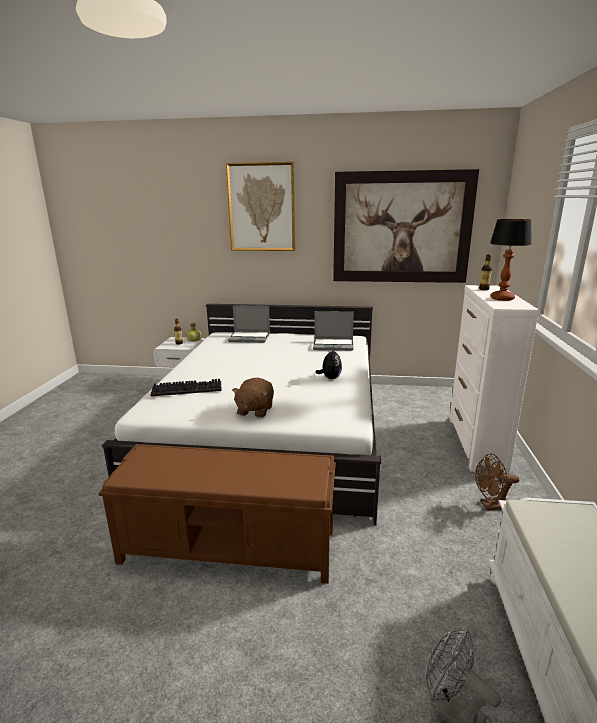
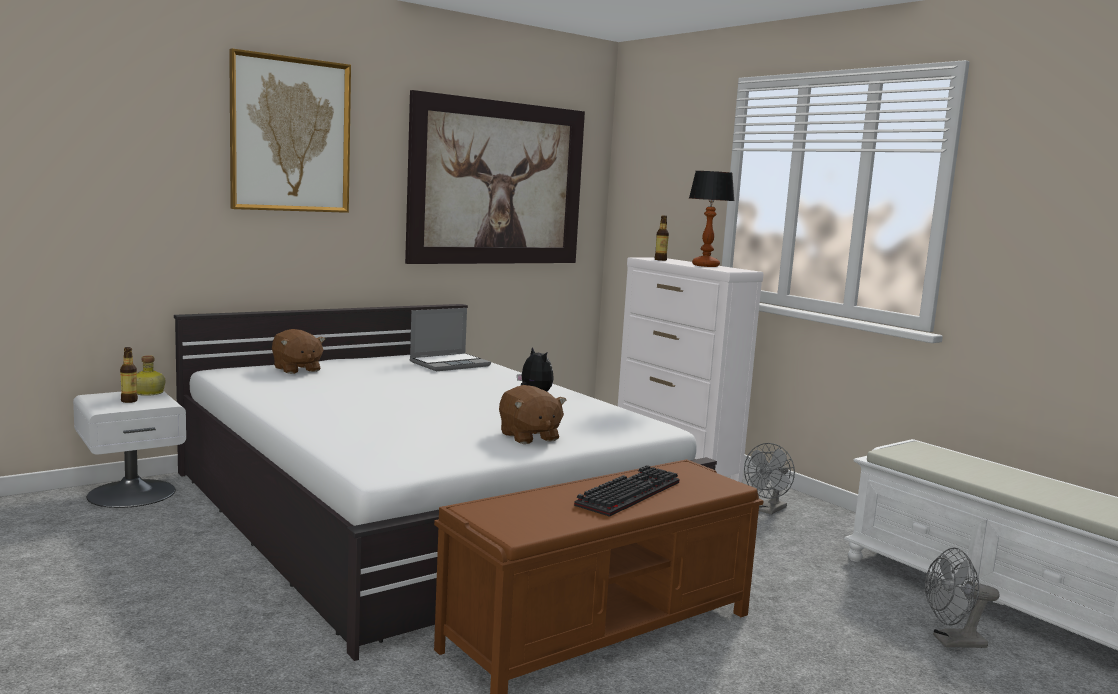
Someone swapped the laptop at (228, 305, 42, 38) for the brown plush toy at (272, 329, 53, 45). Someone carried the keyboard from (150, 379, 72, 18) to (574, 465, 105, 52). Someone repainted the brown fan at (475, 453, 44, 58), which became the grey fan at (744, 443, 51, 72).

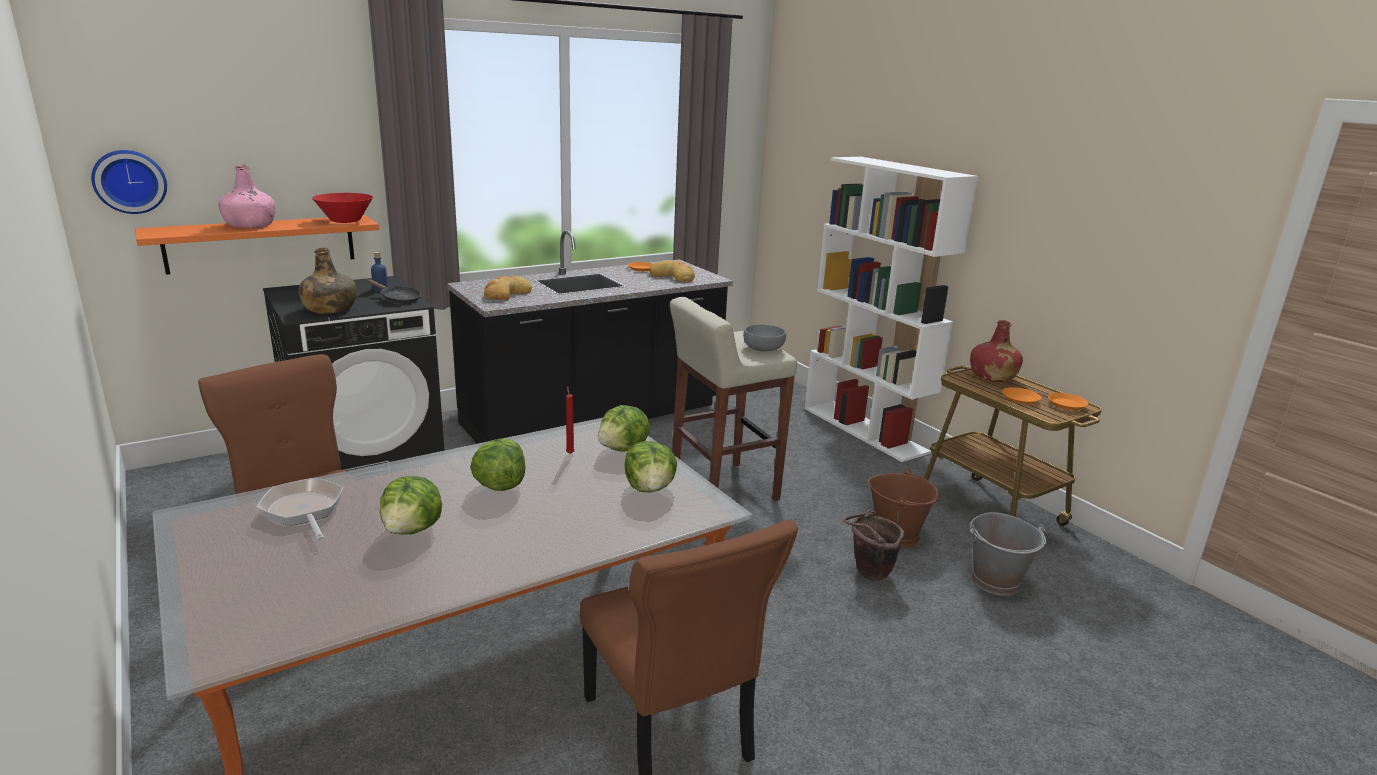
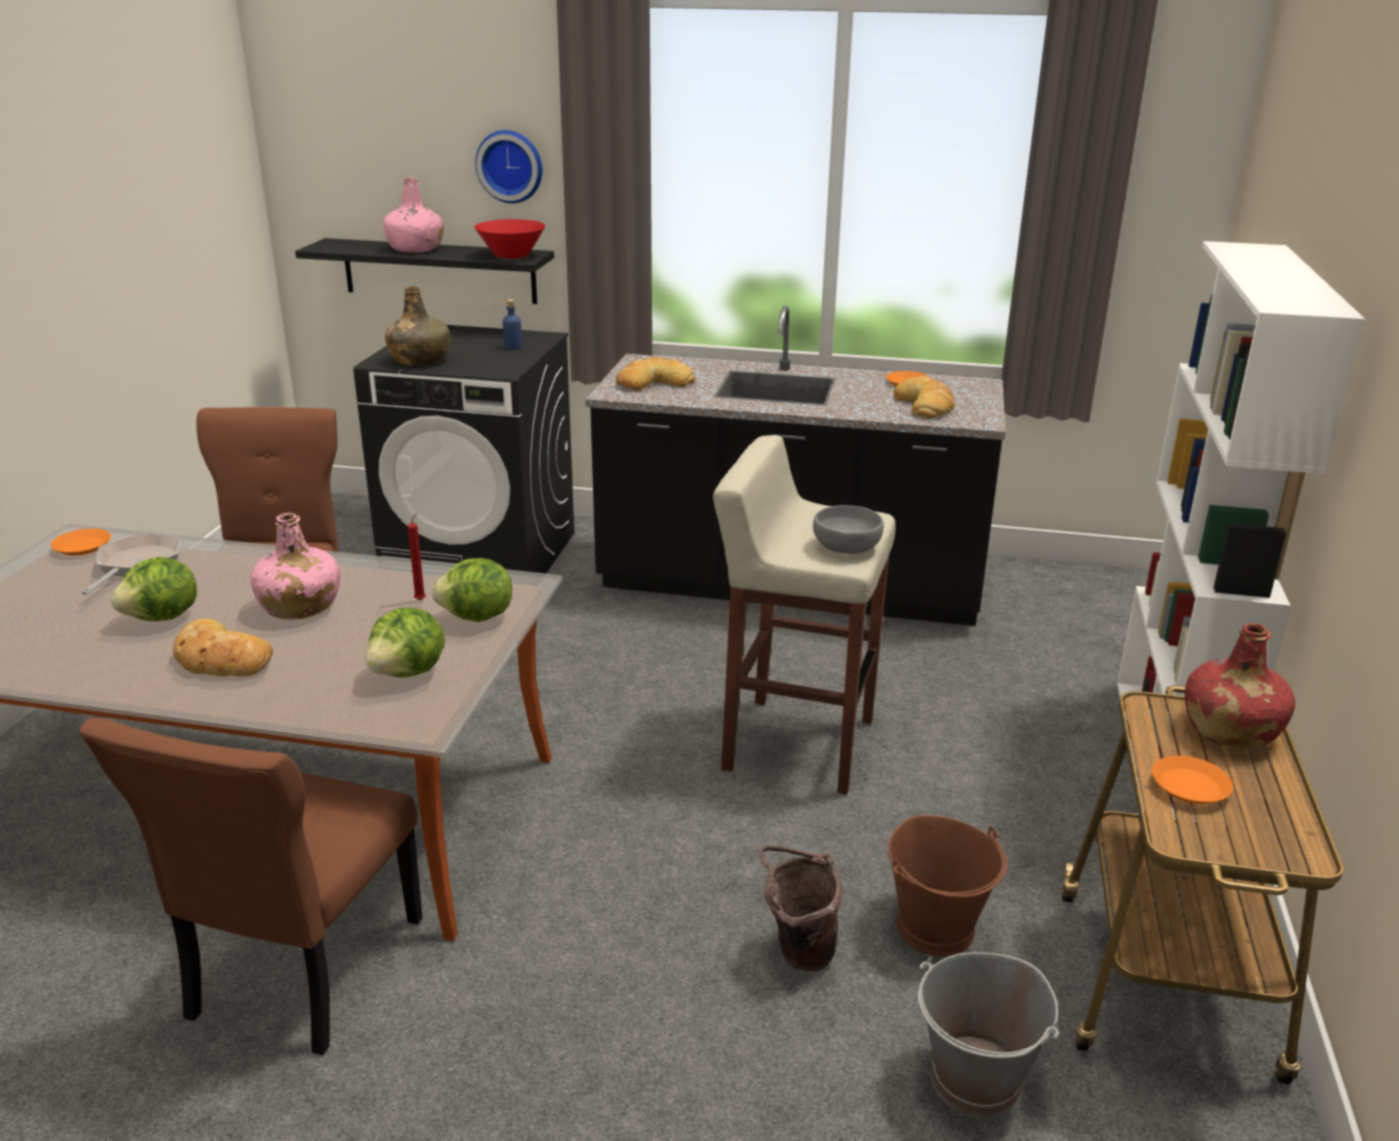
Someone carried the orange plate from (1048, 393, 40, 17) to (51, 529, 60, 27). Someone put down the bread at (173, 619, 100, 58). Someone swapped the lettuce at (470, 439, 56, 52) for the pink bottle at (251, 513, 89, 107). Someone repainted the orange shelf at (135, 215, 244, 60), which became the black shelf at (295, 238, 259, 66). Someone carried the wall clock from (91, 150, 76, 64) to (475, 130, 67, 73). Someone took away the black frying pan at (366, 279, 55, 25).

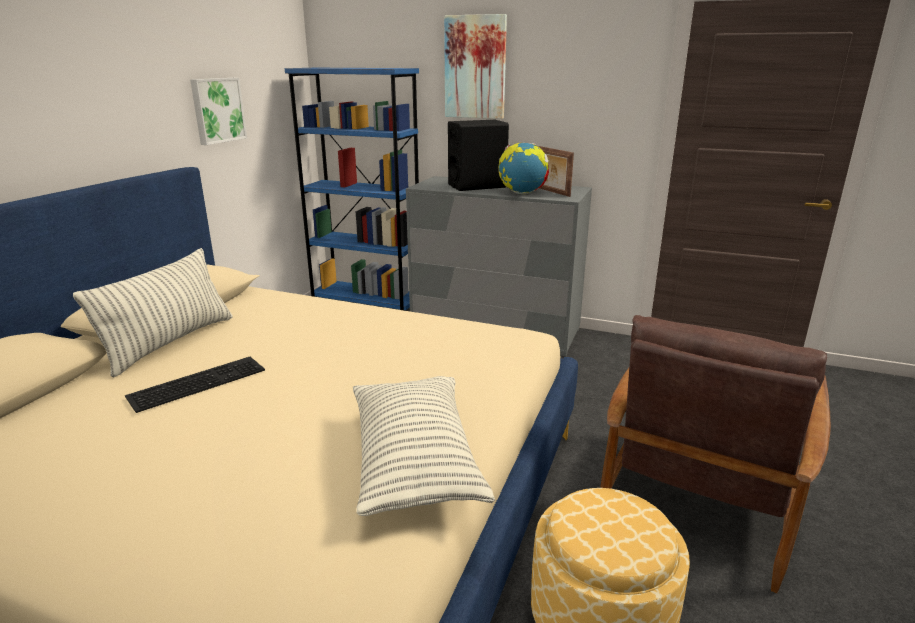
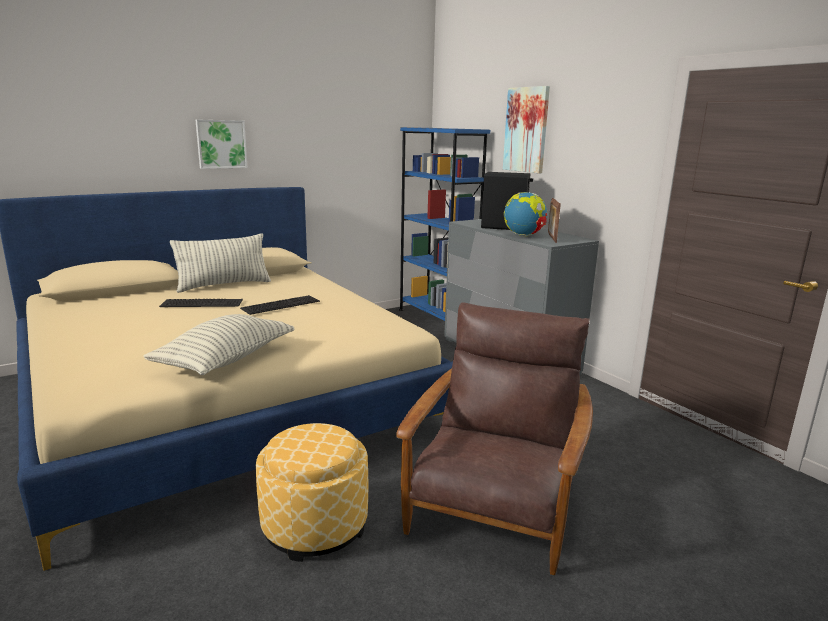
Someone carried the picture from (190, 78, 57, 67) to (195, 119, 52, 50). Someone put down the keyboard at (240, 295, 80, 20). Someone rotated the brown armchair at (600, 315, 231, 278) by 135 degrees clockwise.

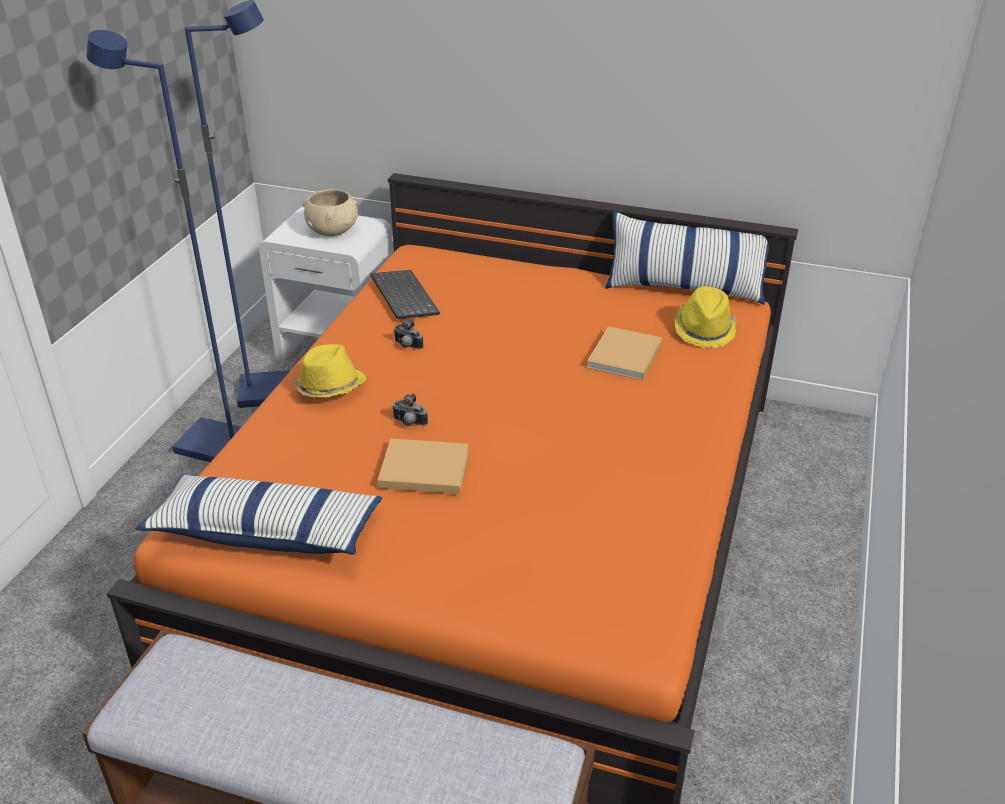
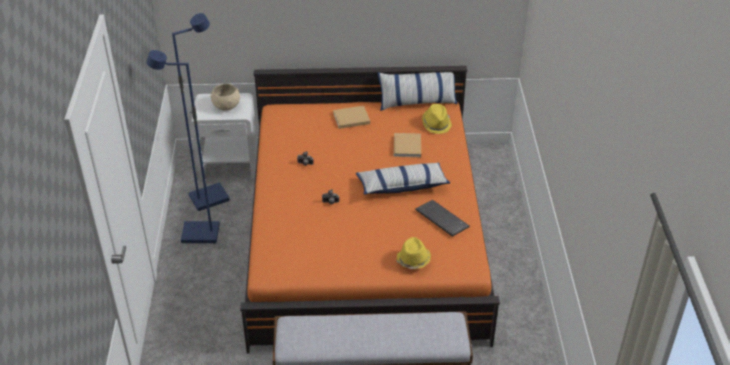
Someone carried the beige book from (377, 439, 92, 55) to (333, 106, 37, 23). Someone carried the pillow from (135, 474, 247, 81) to (356, 163, 94, 32). Someone carried the yellow hat from (293, 344, 73, 53) to (396, 237, 35, 32). Someone carried the keyboard from (370, 270, 70, 49) to (415, 200, 55, 37).

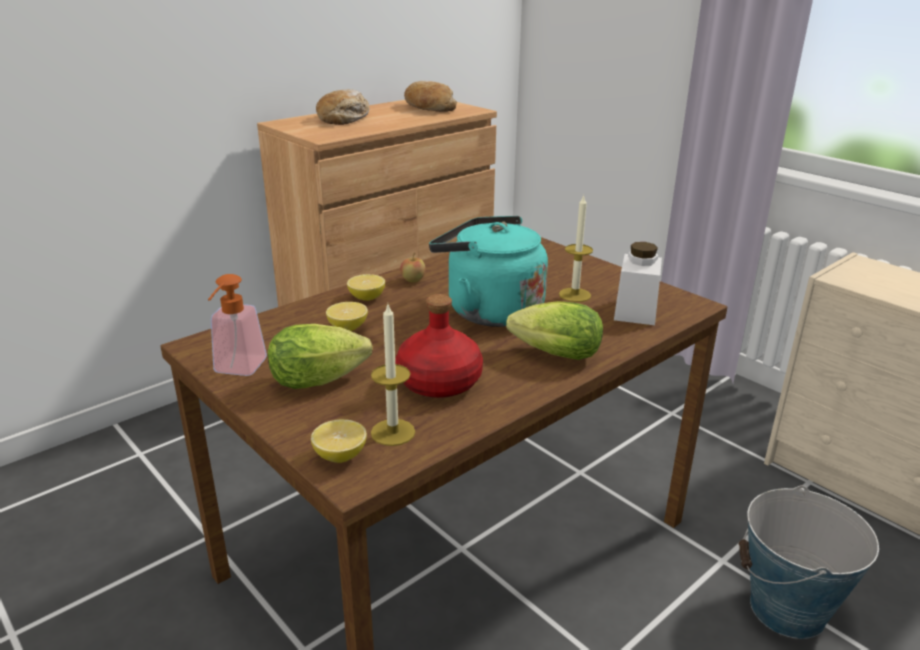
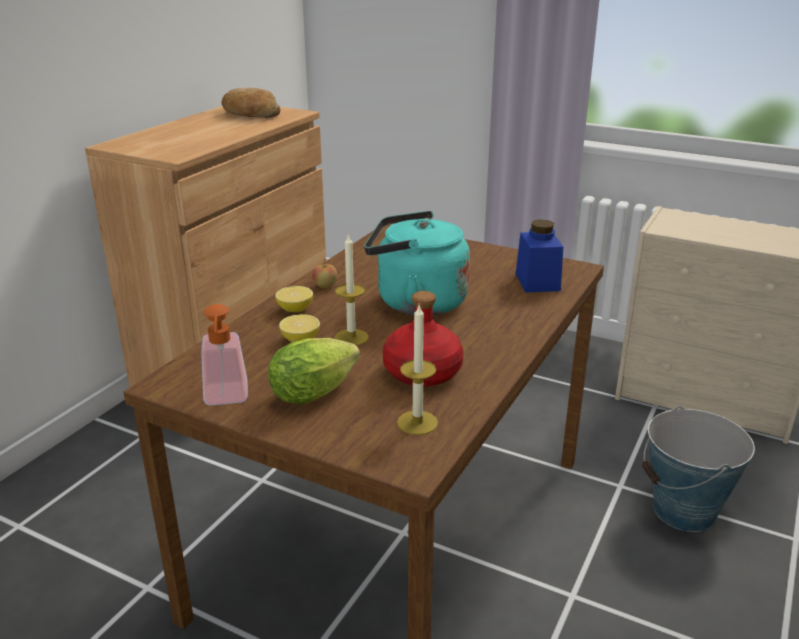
Someone carried the candle from (559, 195, 34, 107) to (335, 233, 34, 113). Someone repainted the white jar at (614, 242, 48, 83), which became the blue jar at (516, 219, 47, 74). Someone took away the lemon at (311, 419, 56, 44). Someone took away the bread at (316, 89, 54, 36). Someone took away the lettuce at (506, 301, 97, 59).

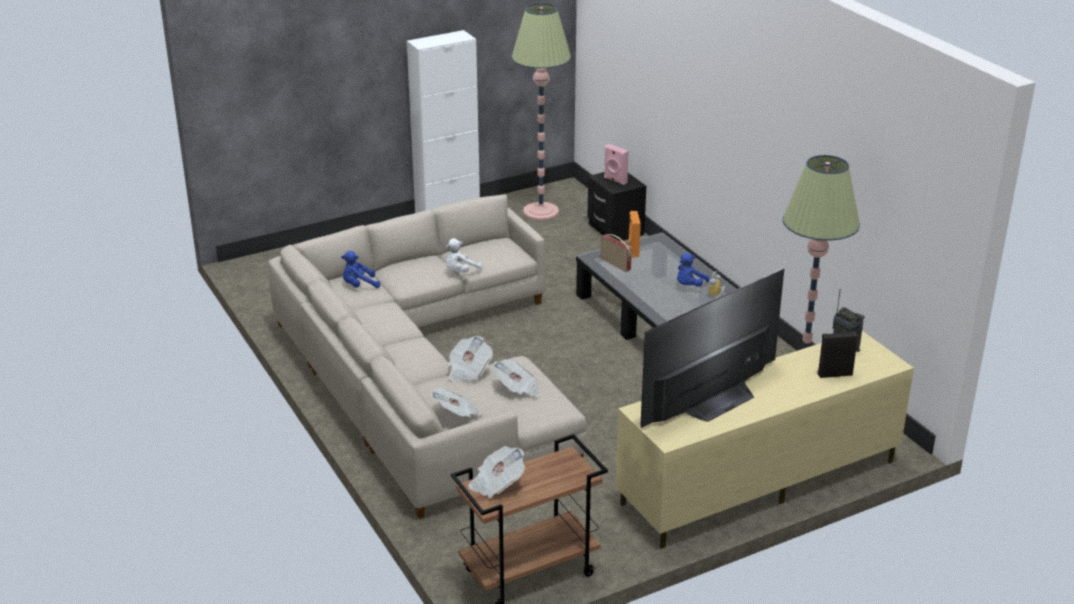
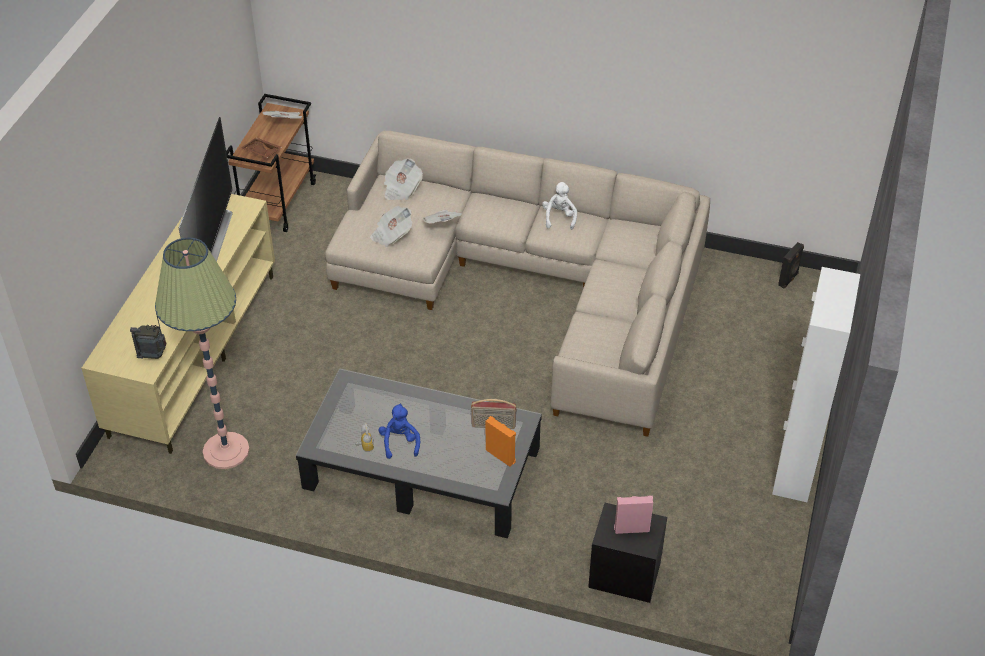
Someone put down the brown tray at (241, 138, 41, 20). Someone carried the white plush toy from (446, 238, 36, 35) to (542, 182, 35, 48). Someone carried the black speaker from (817, 331, 41, 47) to (778, 242, 26, 47). Someone took away the blue plush toy at (341, 251, 40, 37). Someone took away the floor lamp at (511, 3, 60, 217).

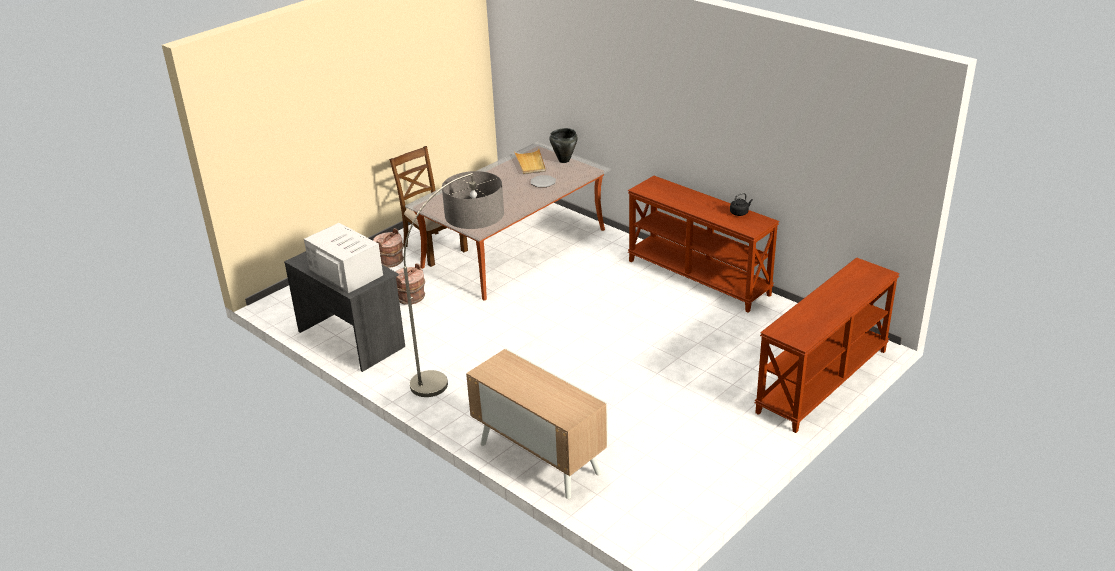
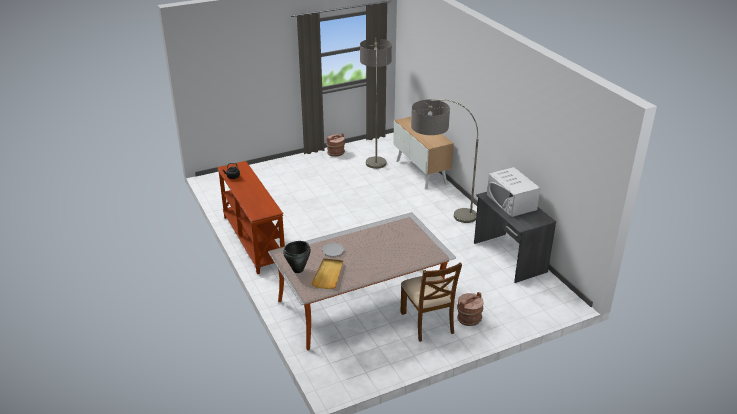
Someone carried the brown bucket from (396, 263, 29, 42) to (326, 133, 19, 24). Someone put down the floor lamp at (360, 38, 32, 131). Someone took away the brown console table at (755, 257, 145, 176).

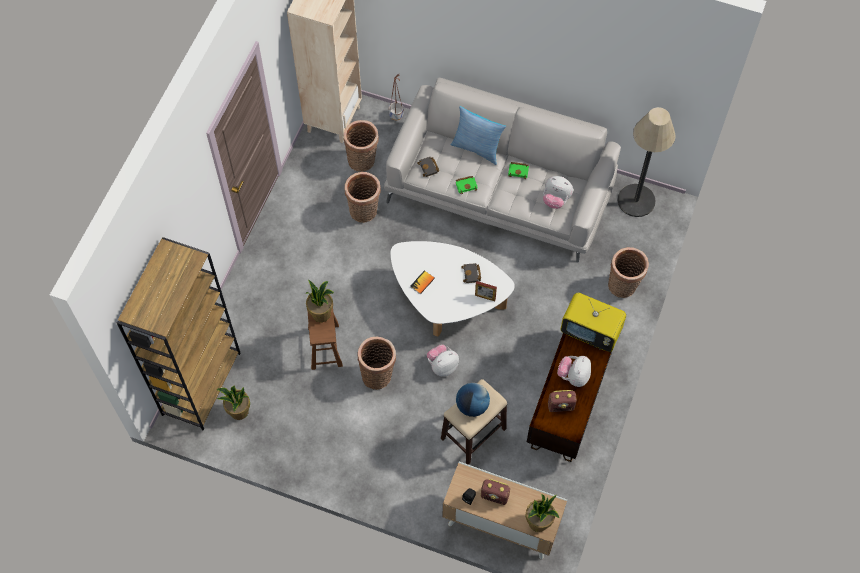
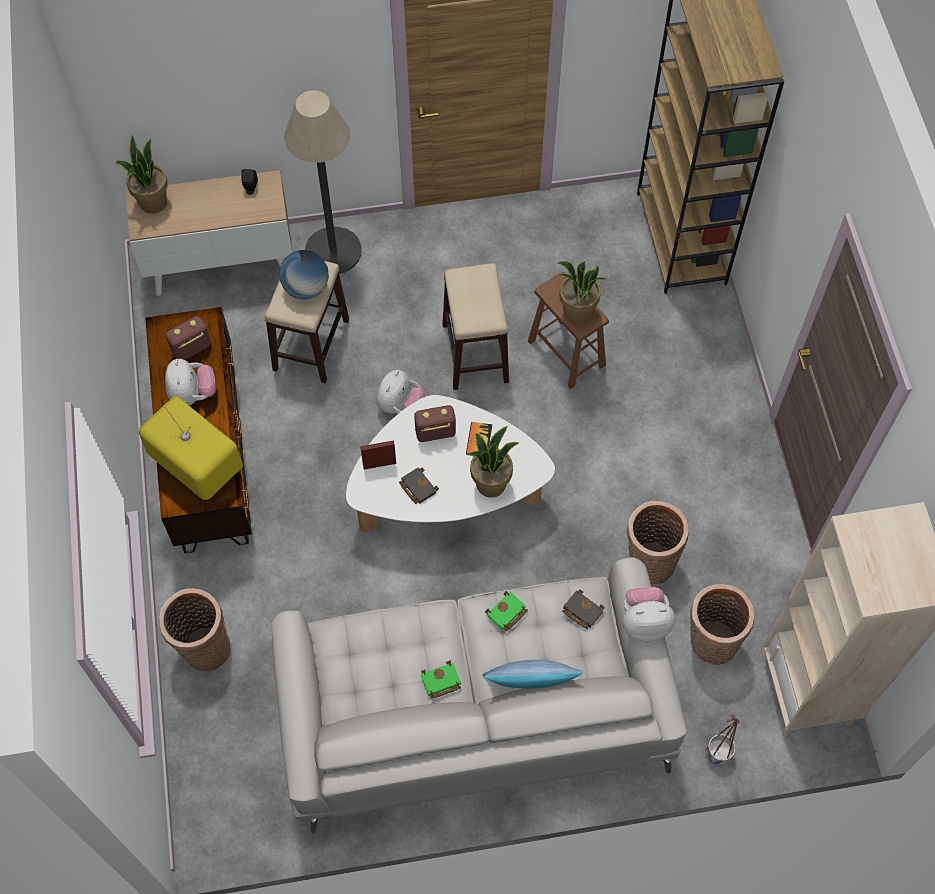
Someone rotated the television at (560, 293, 66, 59) by 45 degrees clockwise. Someone carried the floor lamp from (618, 107, 58, 110) to (284, 91, 78, 183). Someone carried the radio from (481, 479, 29, 26) to (414, 405, 42, 37). Someone swapped the basket at (357, 337, 39, 53) for the stool at (442, 263, 67, 127). Someone carried the potted plant from (216, 385, 34, 35) to (466, 426, 53, 72). Someone carried the plush toy from (543, 176, 30, 33) to (623, 587, 52, 55).

